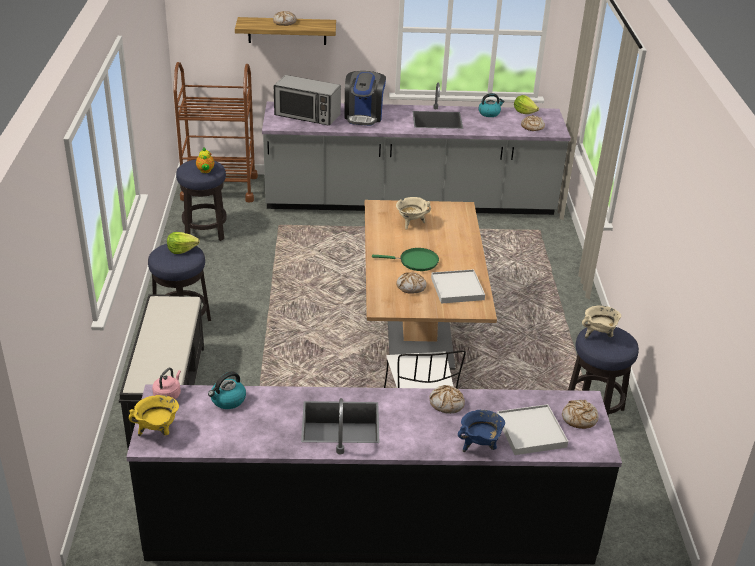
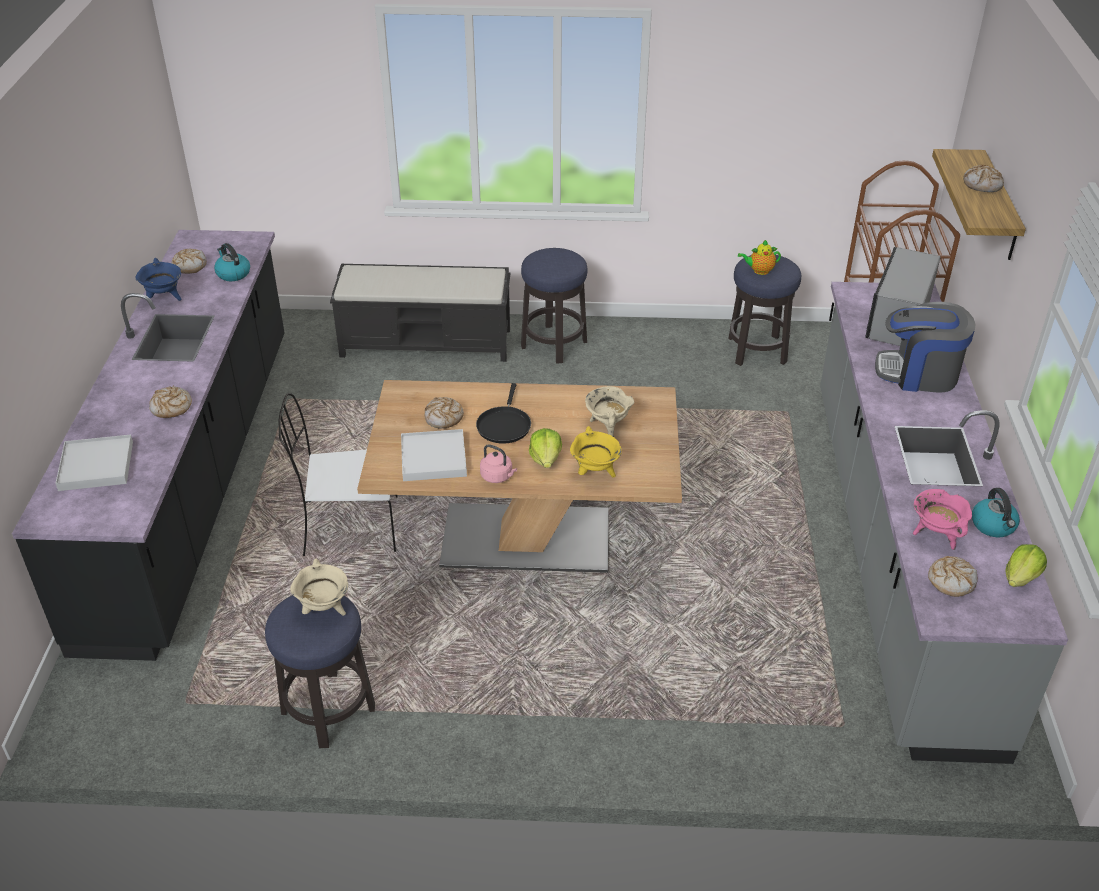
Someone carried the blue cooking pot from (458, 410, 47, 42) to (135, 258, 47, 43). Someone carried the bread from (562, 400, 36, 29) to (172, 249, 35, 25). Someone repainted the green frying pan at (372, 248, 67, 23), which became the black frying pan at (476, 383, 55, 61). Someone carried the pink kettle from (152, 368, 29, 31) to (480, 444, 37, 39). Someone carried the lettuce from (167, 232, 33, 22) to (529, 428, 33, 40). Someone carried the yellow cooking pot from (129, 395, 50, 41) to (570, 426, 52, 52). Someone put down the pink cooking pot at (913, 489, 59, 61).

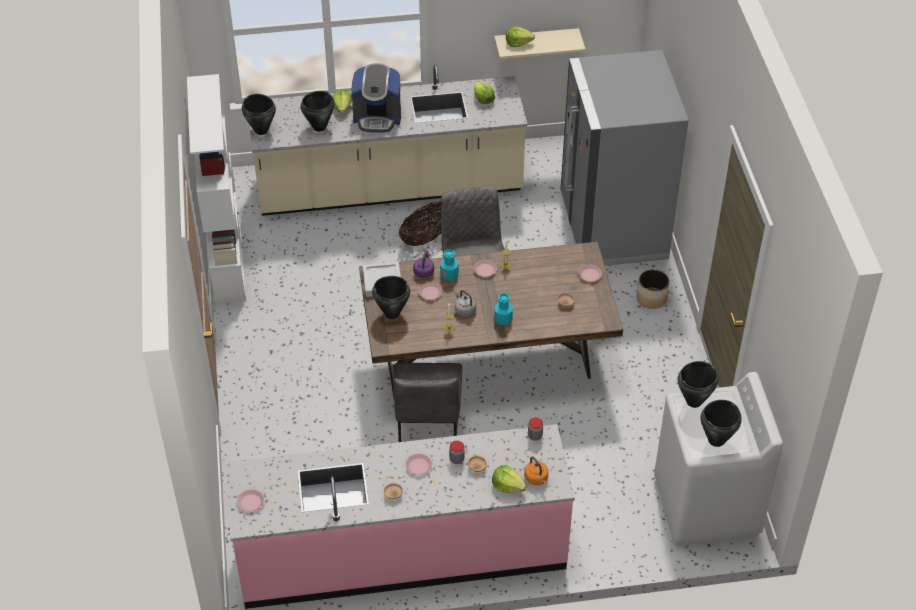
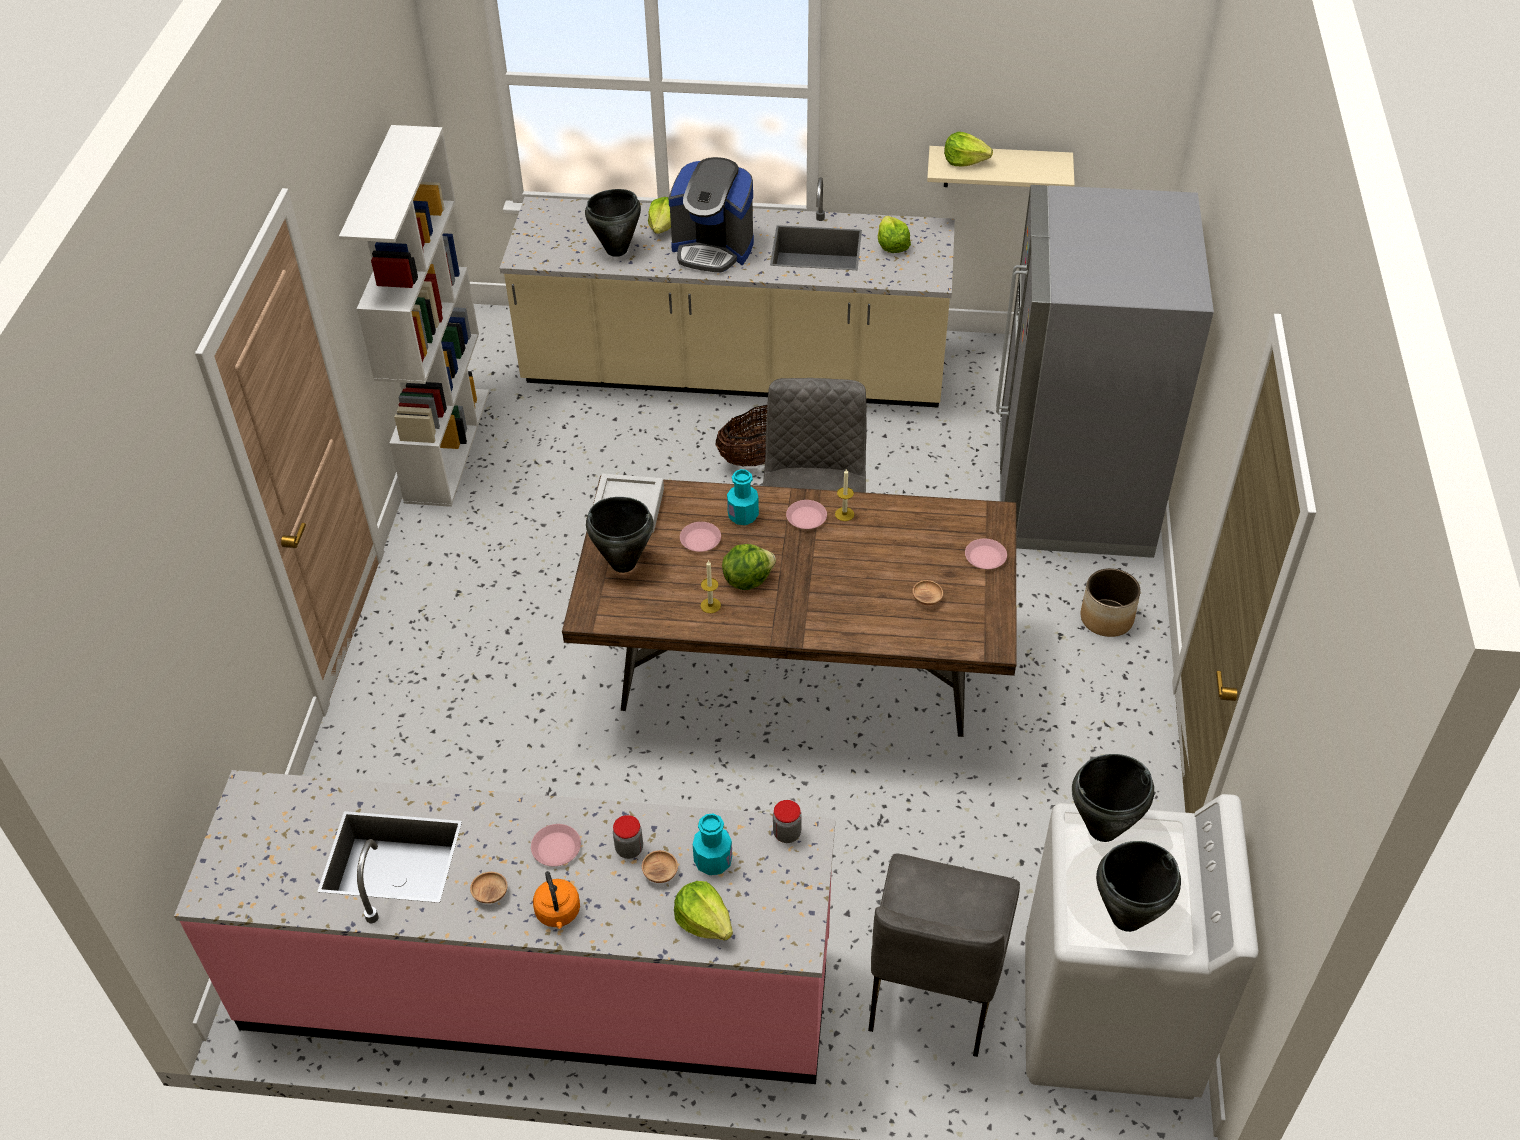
Someone carried the orange kettle from (524, 456, 24, 29) to (533, 871, 47, 58). Someone carried the turquoise bottle from (494, 293, 19, 32) to (693, 813, 39, 62). Someone swapped the grey kettle at (455, 290, 21, 27) for the lettuce at (722, 544, 54, 46). Someone carried the grey chair from (394, 363, 68, 79) to (868, 854, 152, 203). Someone took away the pink plate at (237, 489, 27, 23). Someone took away the black cooking pot at (242, 94, 34, 41). Someone took away the purple kettle at (413, 251, 21, 27).

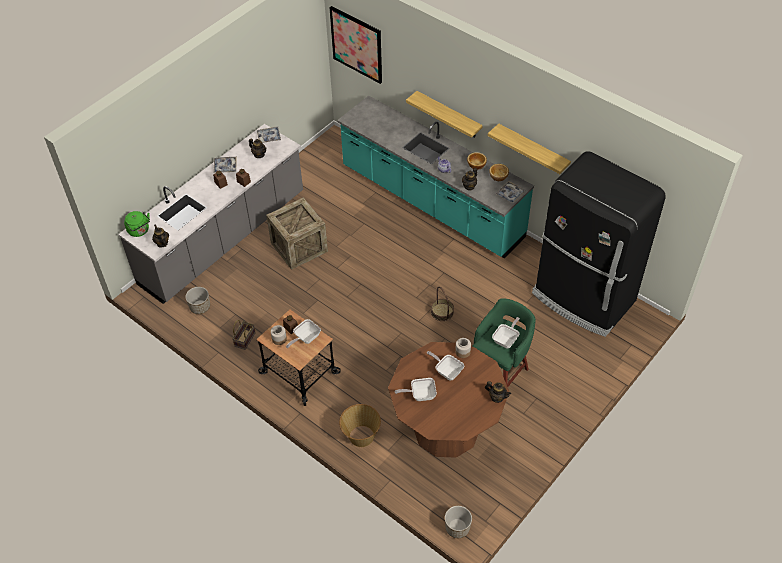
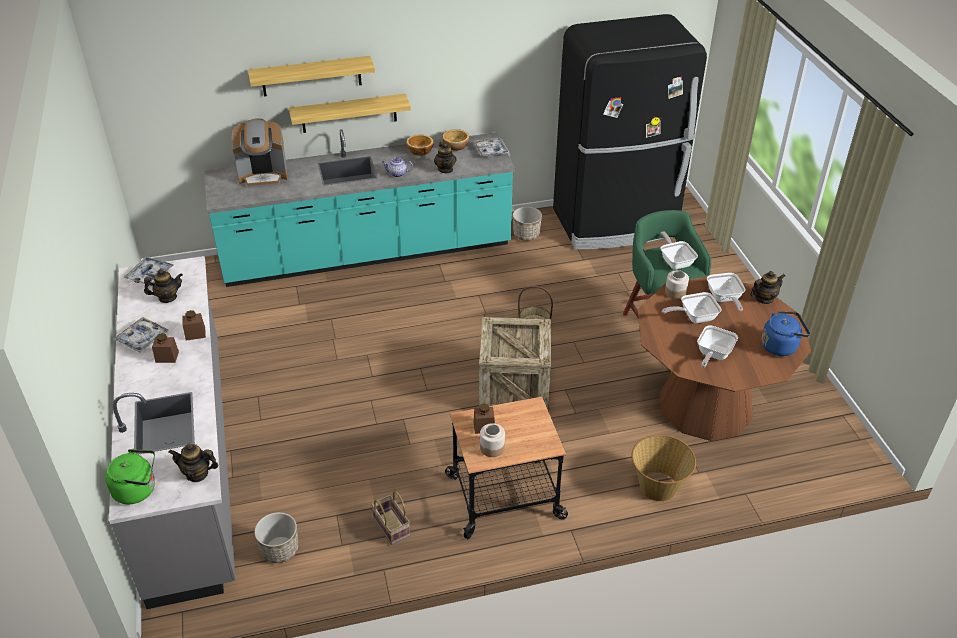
Someone put down the coffee machine at (232, 118, 56, 70). Someone carried the shelf from (488, 124, 83, 50) to (248, 56, 127, 41). Someone carried the crate from (266, 198, 62, 72) to (479, 317, 72, 92). Someone carried the planter from (445, 506, 27, 32) to (513, 207, 29, 34). Someone carried the frying pan from (286, 319, 35, 29) to (707, 273, 39, 39). Someone put down the blue kettle at (761, 311, 49, 45). Someone took away the picture at (329, 6, 53, 78).

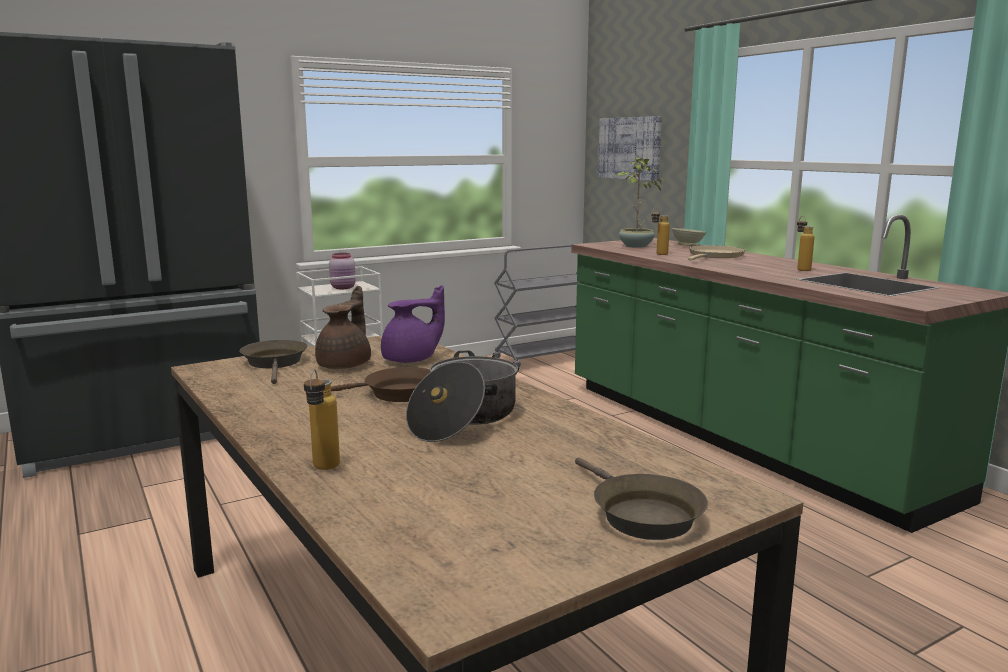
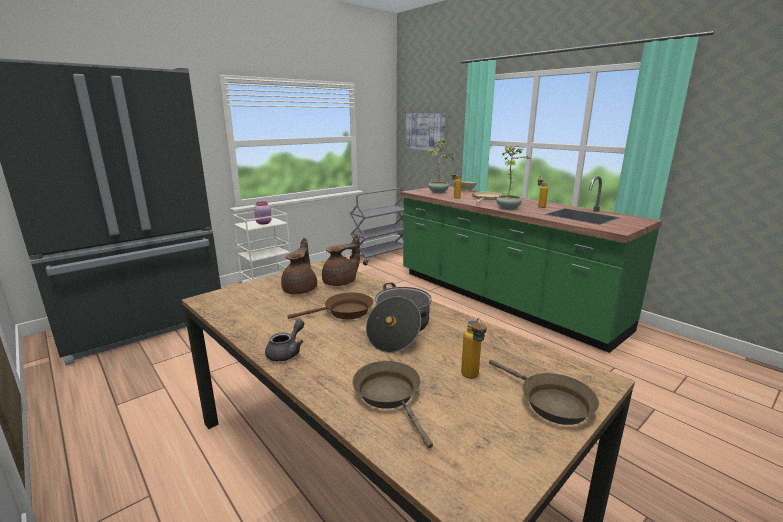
Someone put down the grey teapot at (265, 320, 39, 41). Someone repainted the purple teapot at (381, 285, 64, 78), which became the brown teapot at (322, 235, 38, 51). Someone carried the brown frying pan from (240, 340, 67, 44) to (352, 361, 81, 87). Someone carried the bottle from (304, 369, 36, 101) to (461, 318, 26, 61). Someone put down the potted plant at (496, 145, 35, 65).

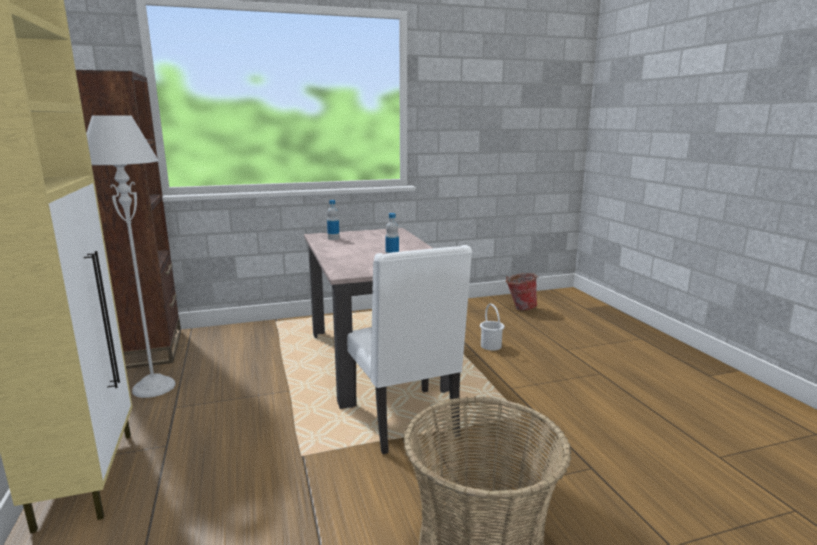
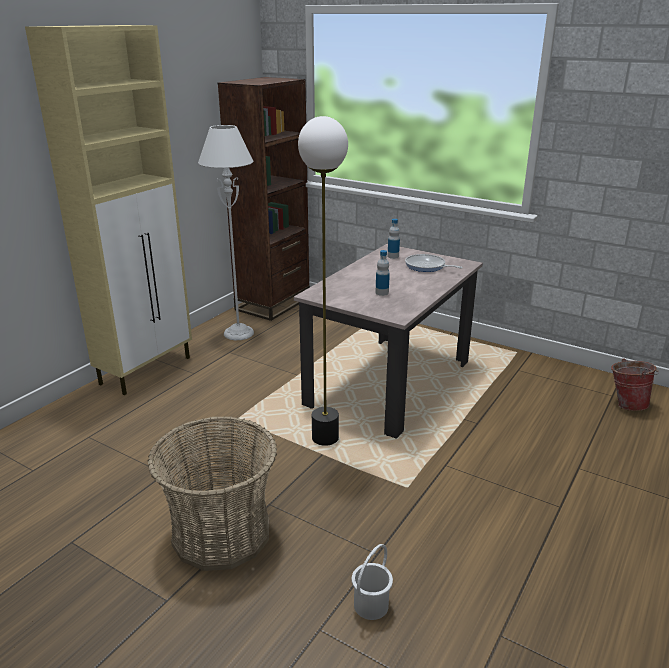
Someone swapped the white chair at (347, 245, 125, 209) for the floor lamp at (298, 116, 50, 330). Someone carried the white bucket from (480, 304, 24, 47) to (351, 544, 42, 76). Someone put down the frying pan at (405, 254, 58, 18).

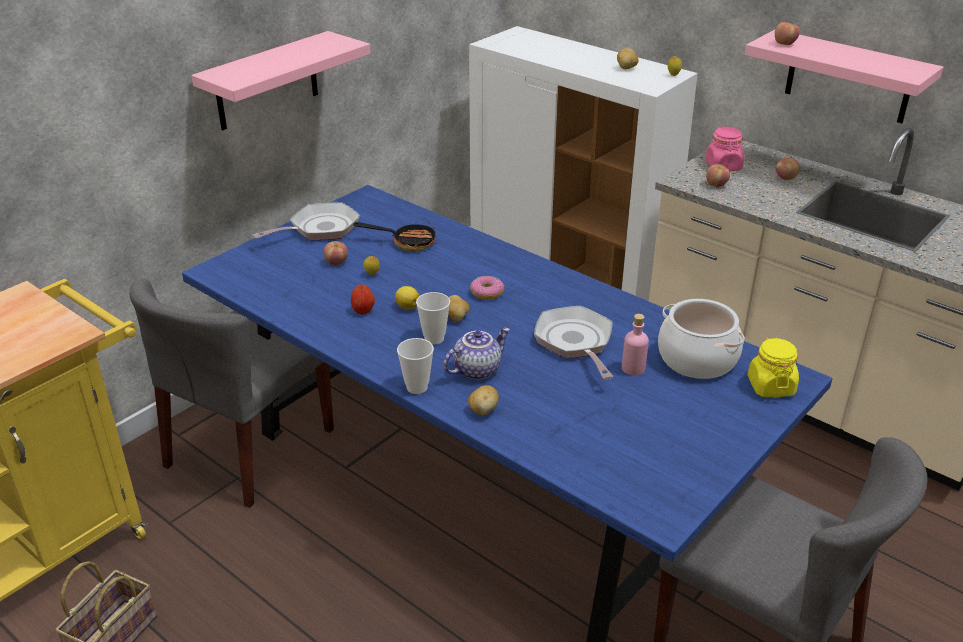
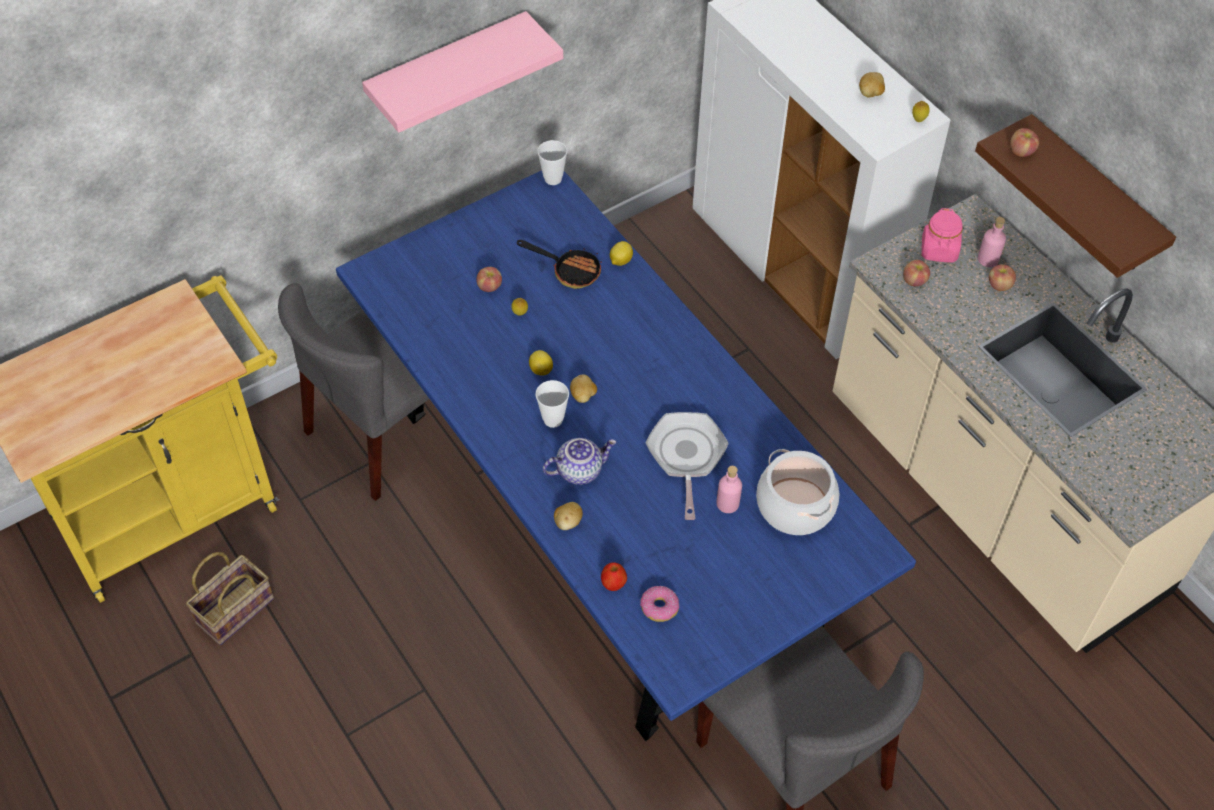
Someone carried the cup from (397, 338, 37, 56) to (537, 140, 30, 45). Someone carried the apple from (351, 285, 24, 30) to (601, 562, 26, 29). Someone put down the lemon at (610, 241, 23, 25). Someone carried the donut from (470, 276, 34, 24) to (640, 586, 39, 36). Someone repainted the pink shelf at (745, 30, 198, 93), which became the brown shelf at (975, 114, 201, 164). Someone put down the pink bottle at (978, 217, 28, 50). Someone took away the frying pan at (252, 203, 108, 37). Someone took away the yellow jar at (748, 338, 51, 59).

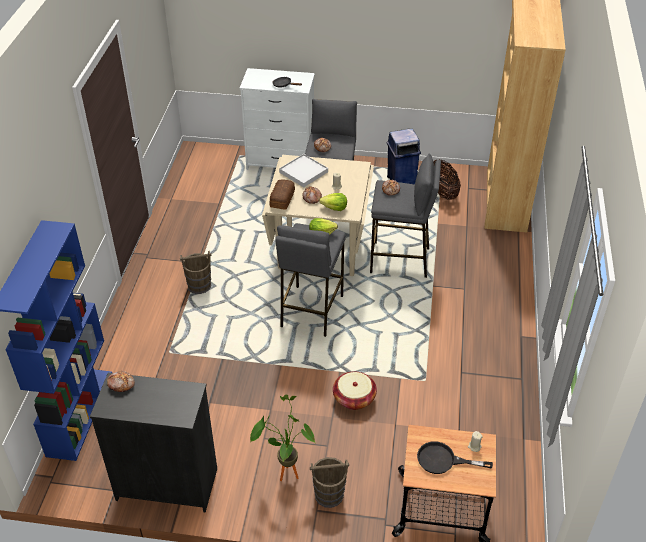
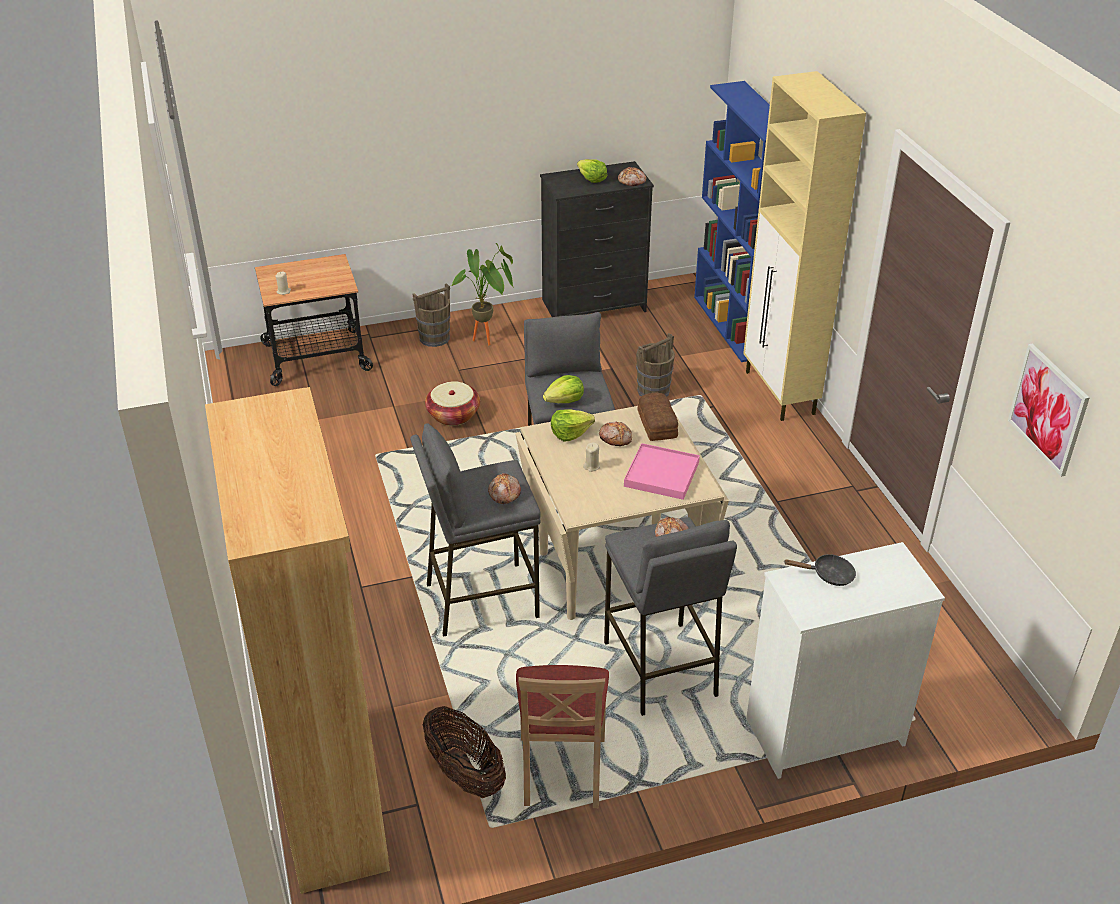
Someone swapped the blue trash can at (387, 129, 34, 55) for the beige chair at (516, 665, 93, 143). Someone put down the lettuce at (577, 159, 30, 24). Someone repainted the white tray at (279, 154, 49, 33), which became the pink tray at (624, 443, 76, 57). Someone carried the brown bucket from (180, 251, 31, 43) to (636, 333, 39, 63). Someone put down the beige cabinet at (743, 71, 123, 350). Someone put up the picture at (1008, 344, 82, 133). Someone took away the black frying pan at (417, 441, 76, 33).

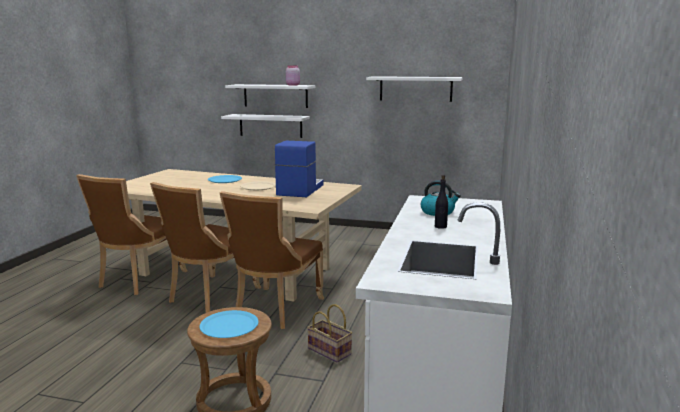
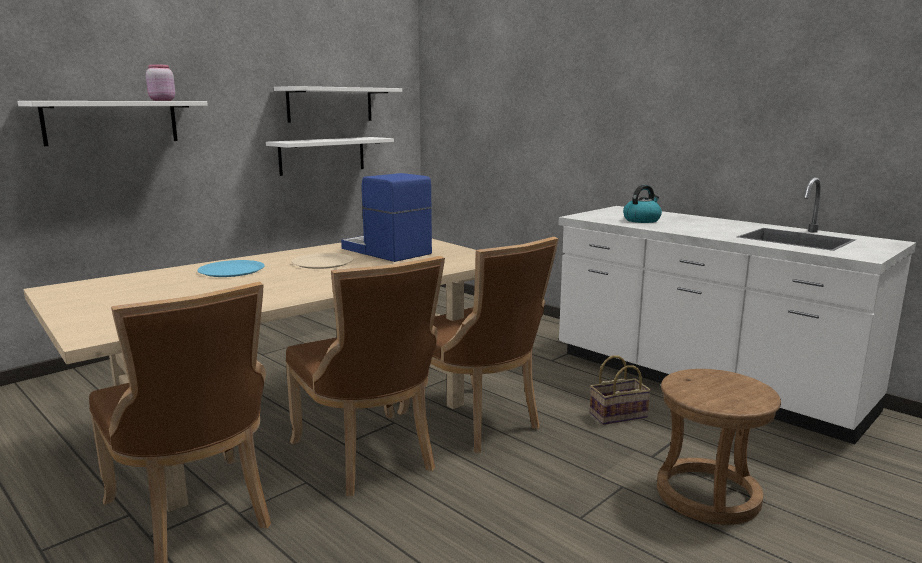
Someone carried the white shelf from (221, 114, 89, 24) to (266, 137, 128, 39). Someone took away the blue plate at (200, 310, 59, 28). Someone took away the black bottle at (435, 175, 13, 54).

